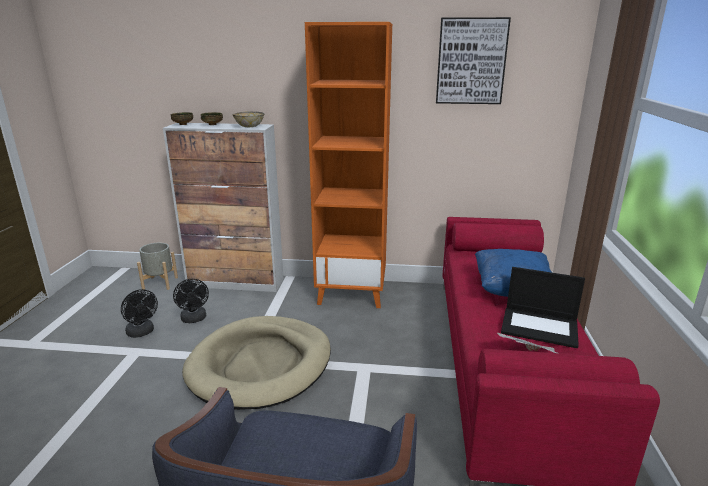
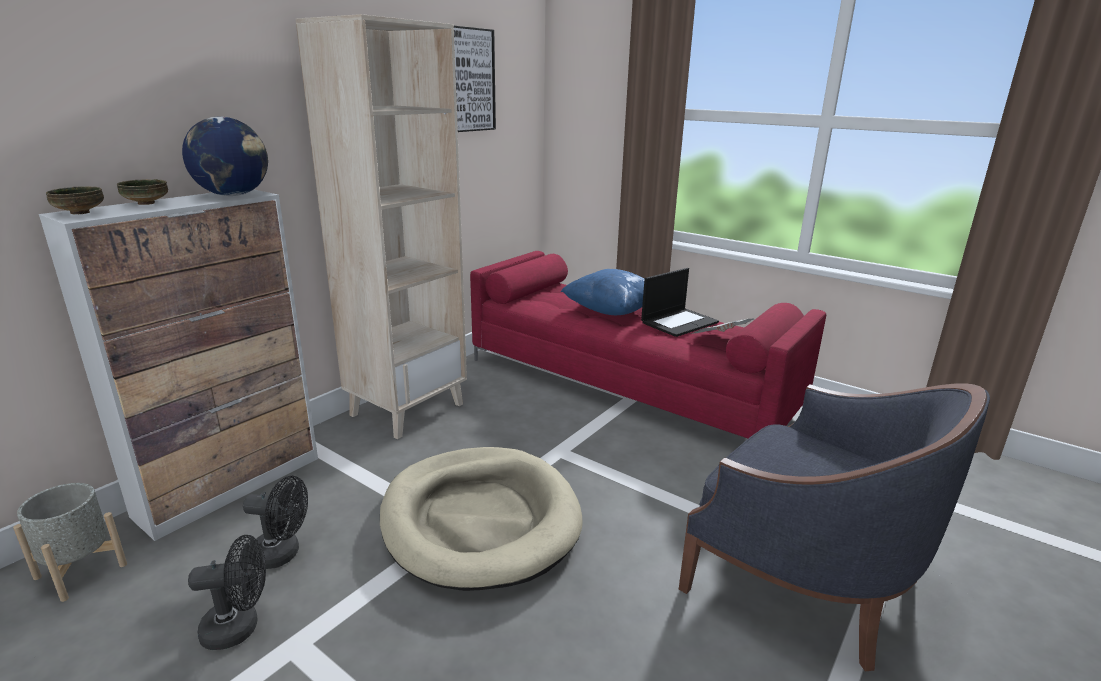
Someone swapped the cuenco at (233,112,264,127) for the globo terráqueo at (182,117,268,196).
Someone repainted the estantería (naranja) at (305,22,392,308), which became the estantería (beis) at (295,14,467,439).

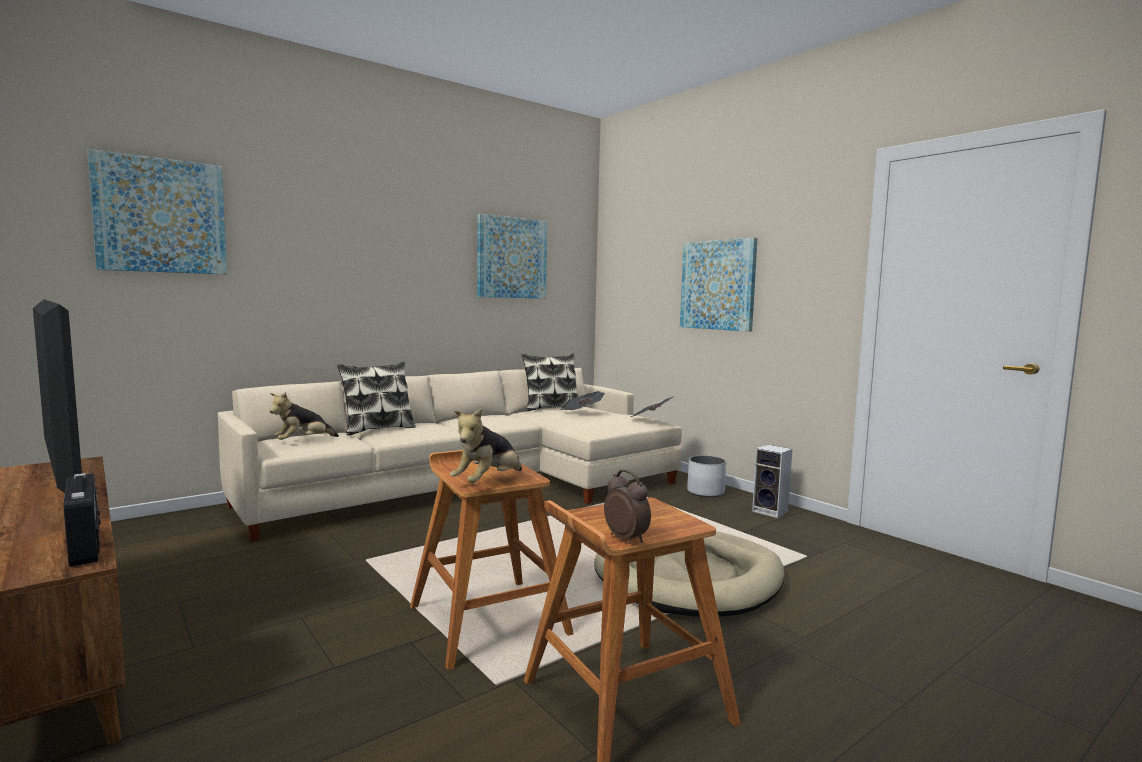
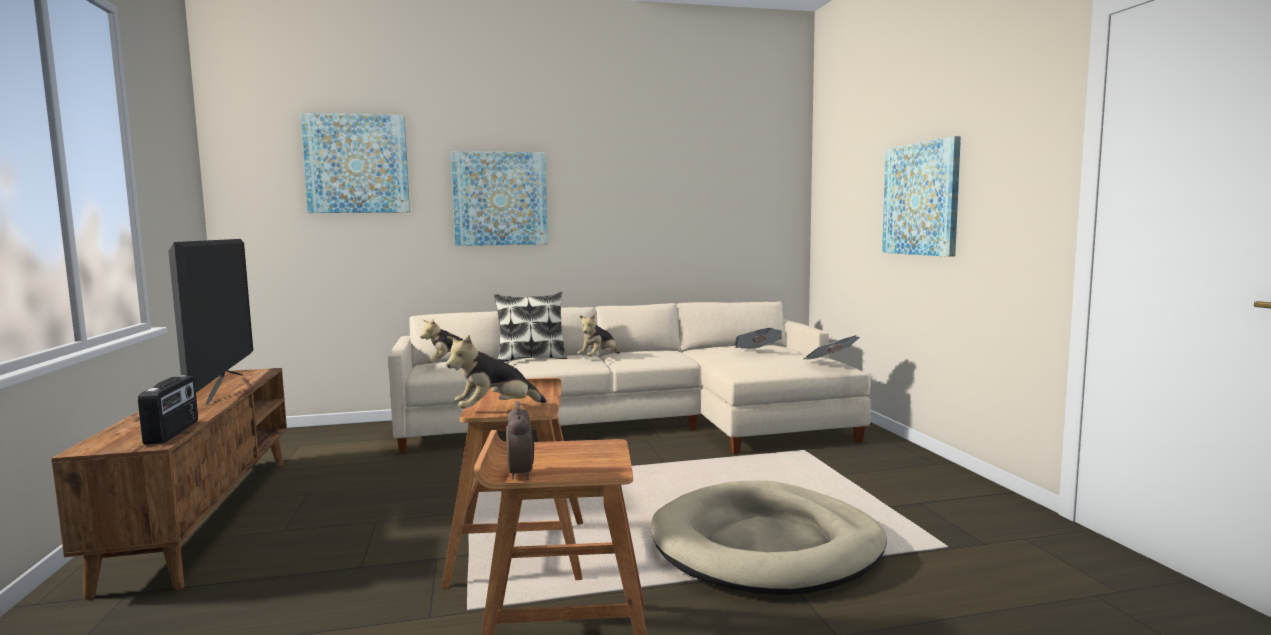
Someone carried the cuadro from (477,214,547,299) to (451,151,548,246).
Someone put down the peluche at (578,314,620,356).
Someone took away the cojín at (522,353,578,411).
Someone took away the maceta (blanco) at (687,456,726,497).
Someone took away the altavoz at (752,444,792,518).

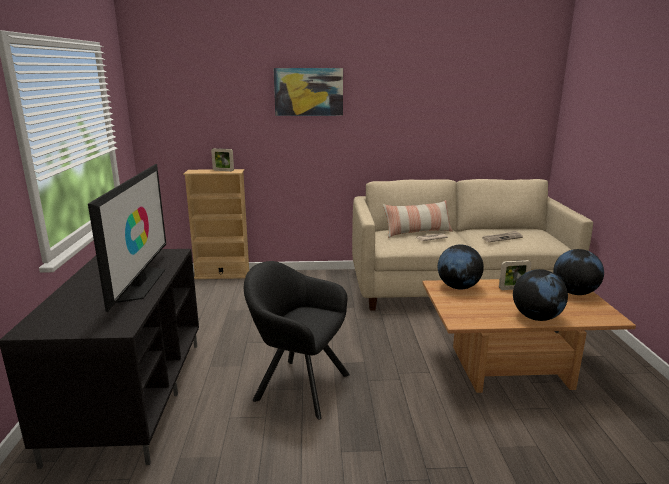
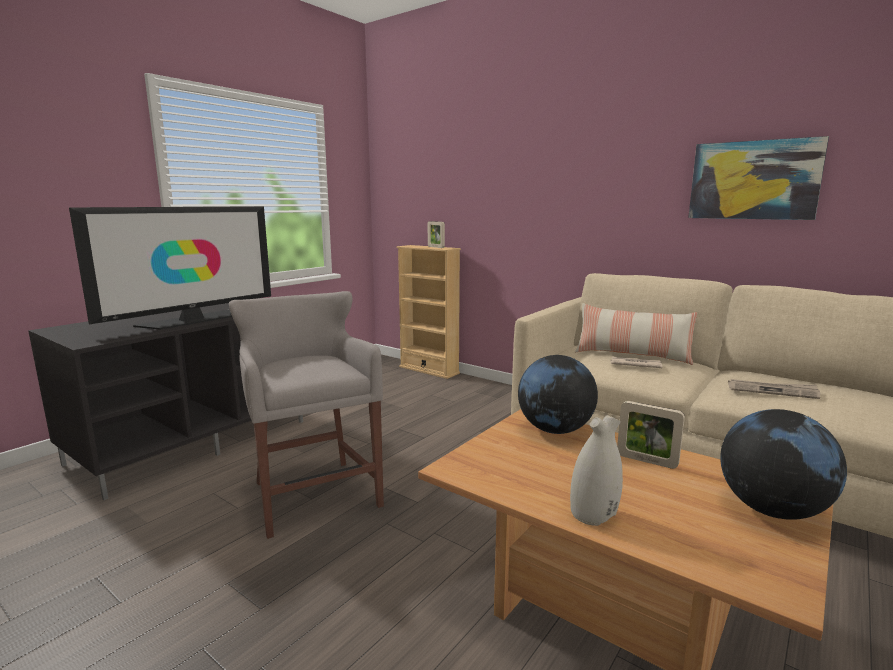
Someone swapped the sillón (negro) at (244,261,350,420) for the taburete (gris) at (229,291,384,539).
Someone swapped the globo terráqueo at (513,269,568,321) for the florero (blanco) at (570,415,623,526).
Someone carried the cuadro from (273,68,343,116) to (688,136,829,220).

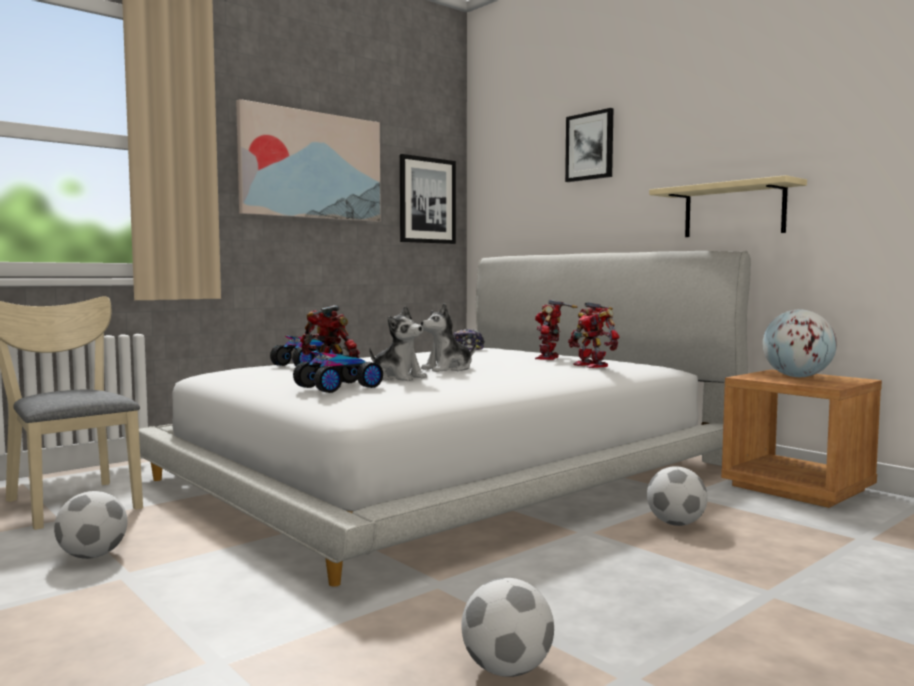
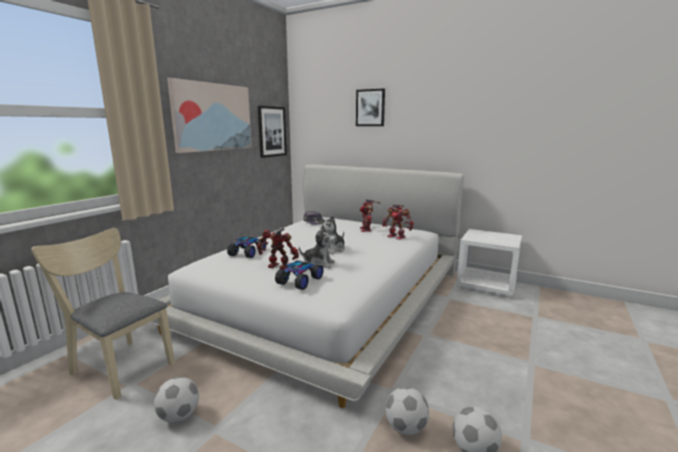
Someone carried the balón de fútbol from (647,466,708,526) to (385,387,429,435).
Someone repainted the mesita de noche (marrón) at (721,370,882,508), which became the mesita de noche (blanco) at (456,229,522,297).
Someone took away the estante (beis) at (649,175,807,237).
Someone took away the globo terráqueo at (763,309,837,377).

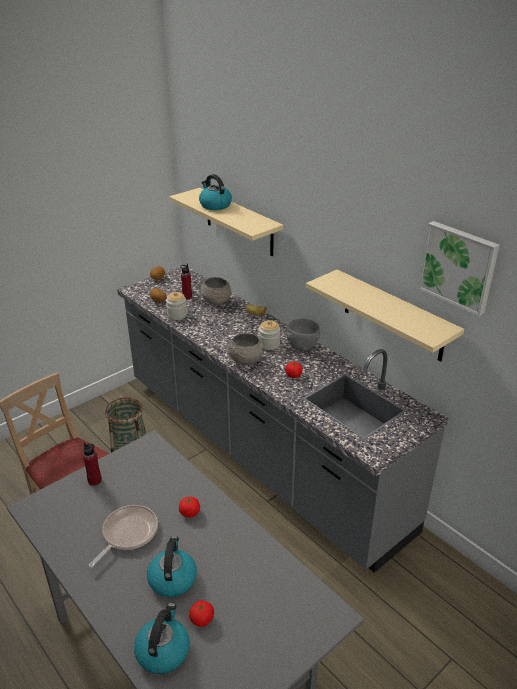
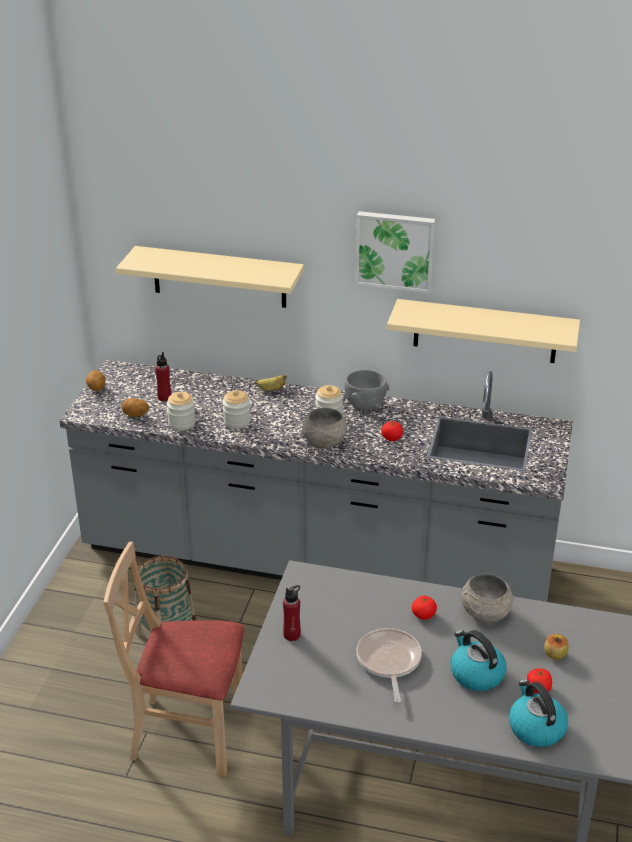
Someone put down the tarro at (222,390,251,429).
Someone carried the cuadro from (418,221,500,316) to (355,211,435,293).
Someone carried the cuenco (gris) from (201,277,231,305) to (461,574,514,623).
Someone put down the manzana at (544,634,569,660).
Someone took away the hervidor at (199,174,232,210).

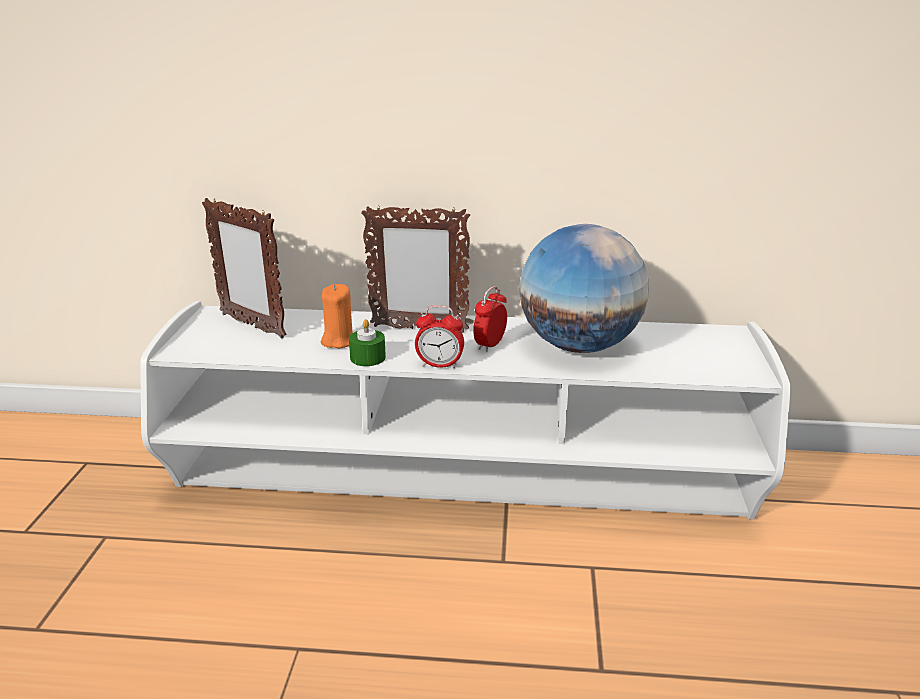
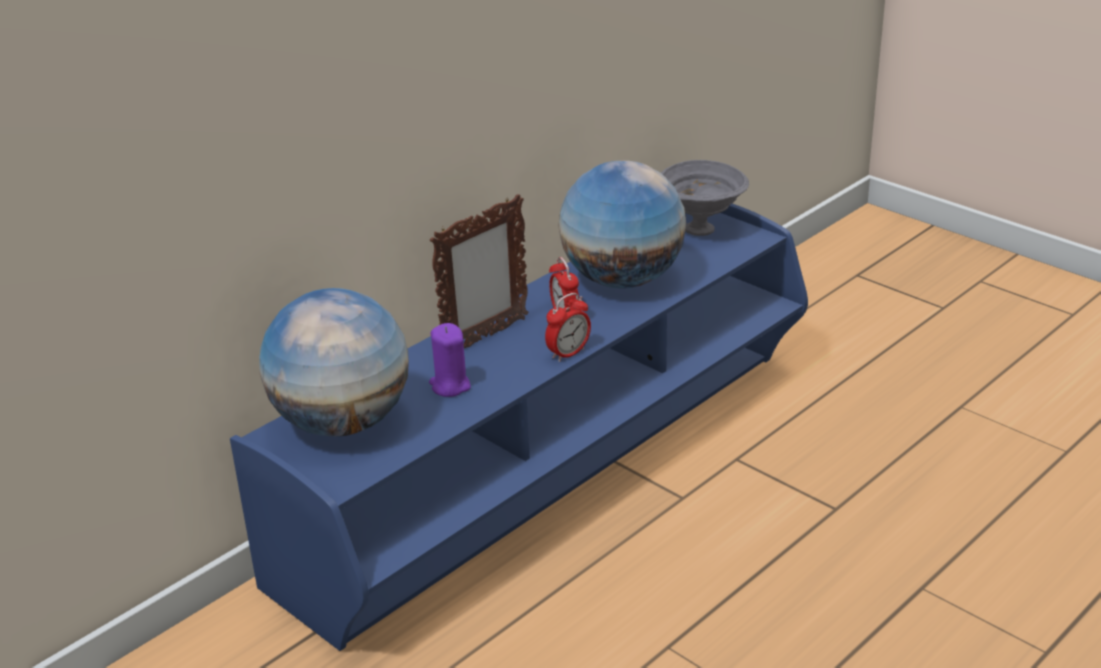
Someone repainted the mueble de televisión (blanco) at (140,301,791,520), which became the mueble de televisión (azul) at (230,204,808,651).
Someone swapped the portarretratos at (202,198,287,339) for the globo terráqueo at (259,288,409,437).
Someone repainted the vela (naranja) at (321,284,353,348), which became the vela (morado) at (429,323,471,397).
Someone put down the cuenco (gris) at (661,160,749,236).
Someone took away the vela (verde) at (349,319,386,366).

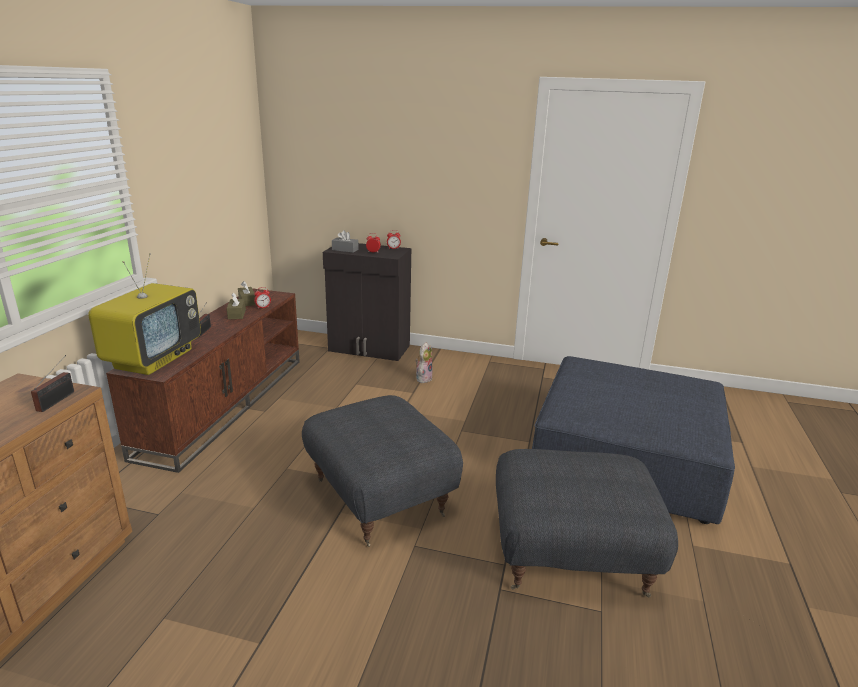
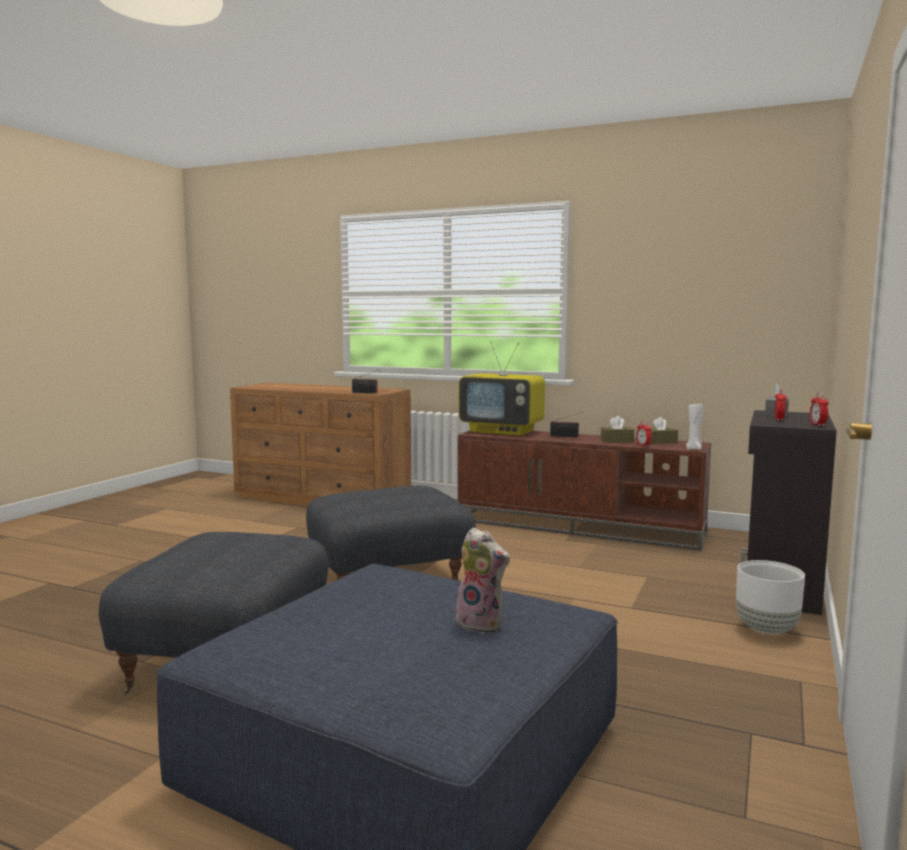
Someone carried the peluche from (416,342,433,383) to (456,527,510,634).
Someone put down the vela (blanco) at (686,404,703,450).
Someone put down the maceta (blanco) at (736,560,805,634).

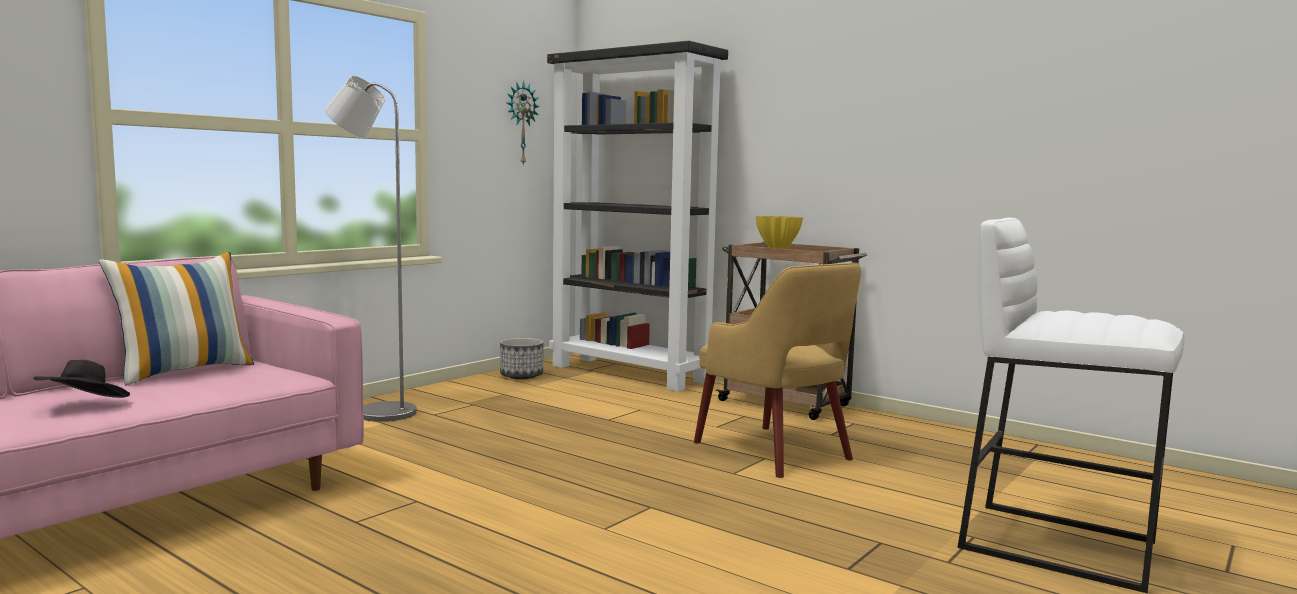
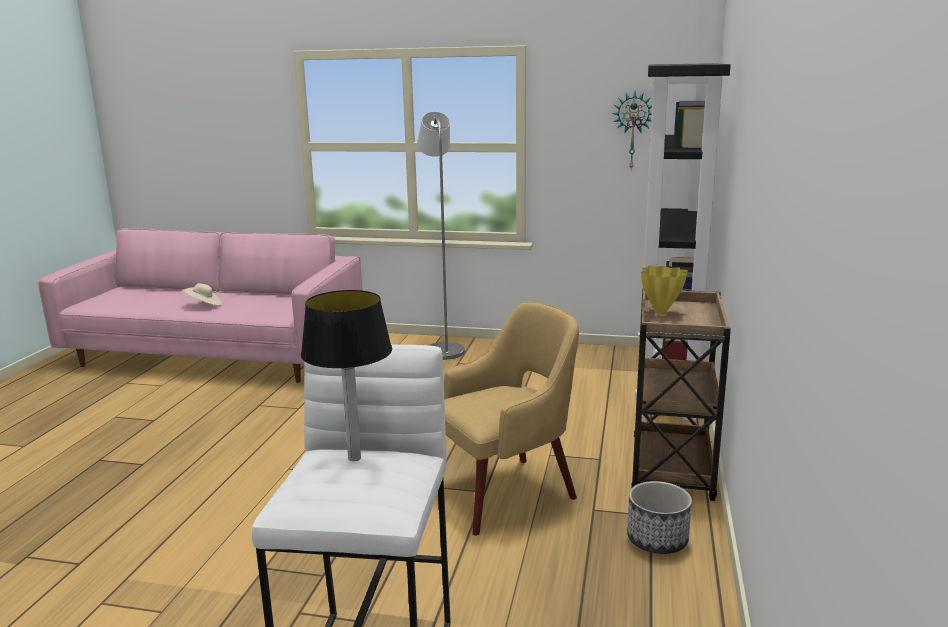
Someone repainted the sombrero (negro) at (33,360,130,398), which became the sombrero (beis) at (182,283,222,306).
Someone put down the lámpara de mesa at (301,290,392,461).
Someone rotated the sillón (amarillo) at (694,263,861,478) by 150 degrees counterclockwise.
Someone carried the maceta from (500,338,543,379) to (627,481,692,554).
Someone took away the cojín at (99,252,254,386).

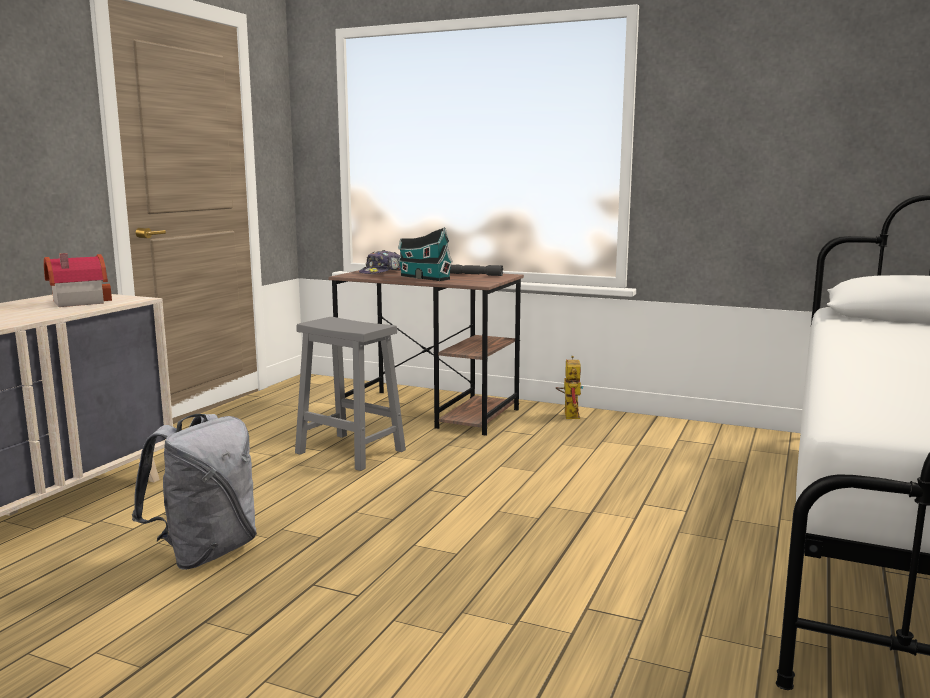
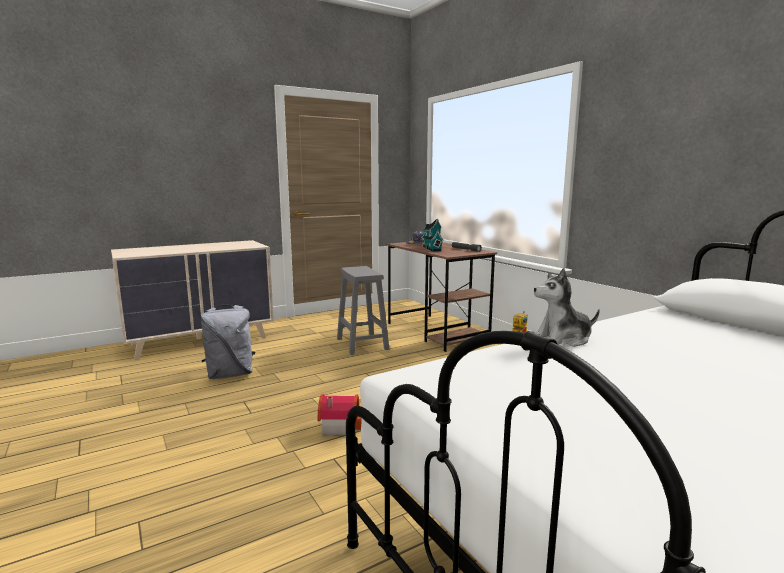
Someone carried the casita from (44,253,112,307) to (318,394,362,435).
Someone put down the peluche at (533,268,600,347).

